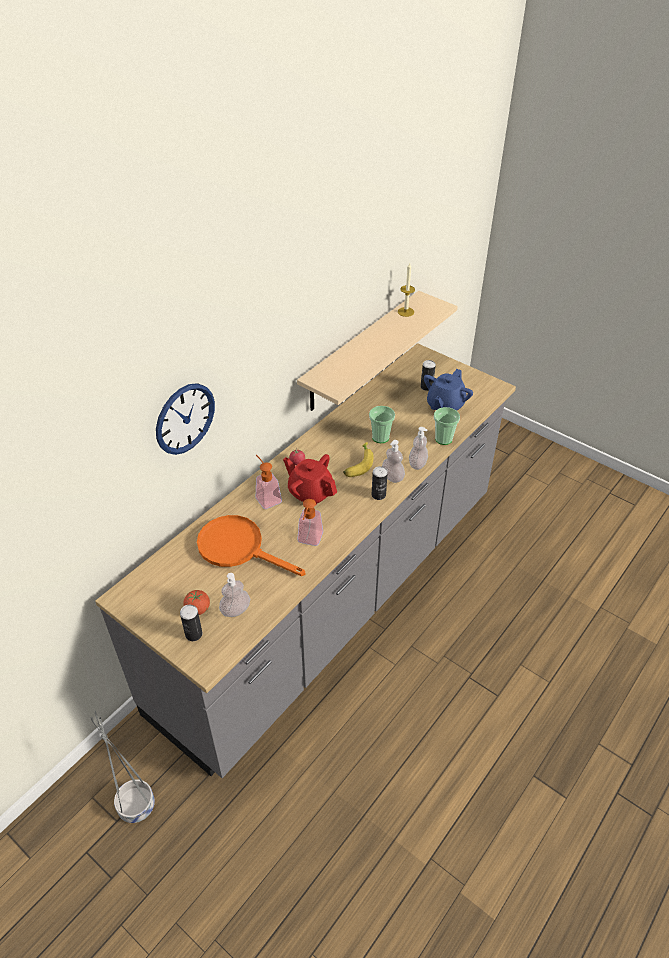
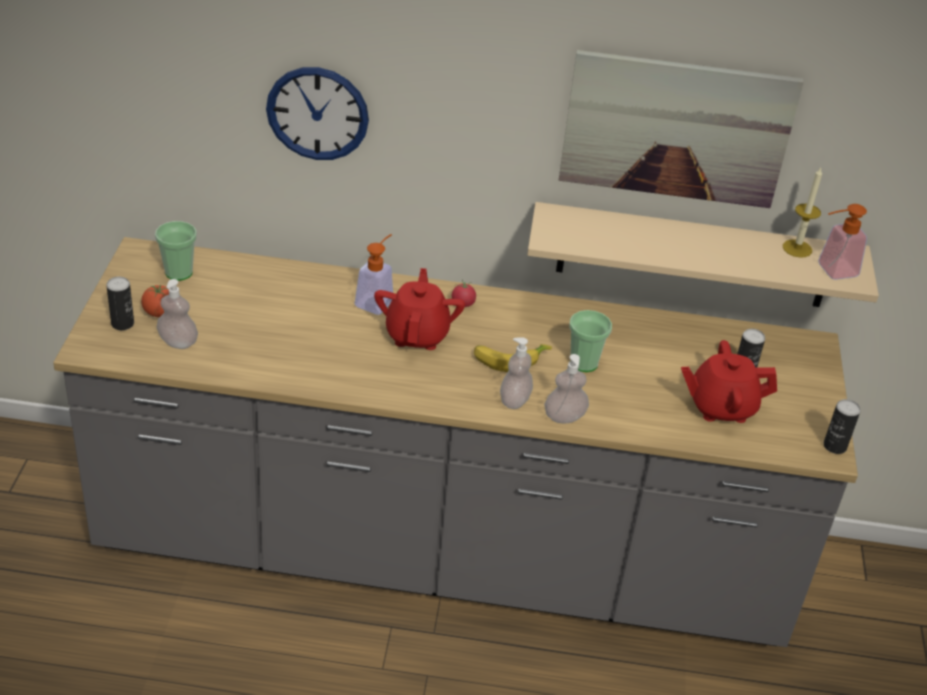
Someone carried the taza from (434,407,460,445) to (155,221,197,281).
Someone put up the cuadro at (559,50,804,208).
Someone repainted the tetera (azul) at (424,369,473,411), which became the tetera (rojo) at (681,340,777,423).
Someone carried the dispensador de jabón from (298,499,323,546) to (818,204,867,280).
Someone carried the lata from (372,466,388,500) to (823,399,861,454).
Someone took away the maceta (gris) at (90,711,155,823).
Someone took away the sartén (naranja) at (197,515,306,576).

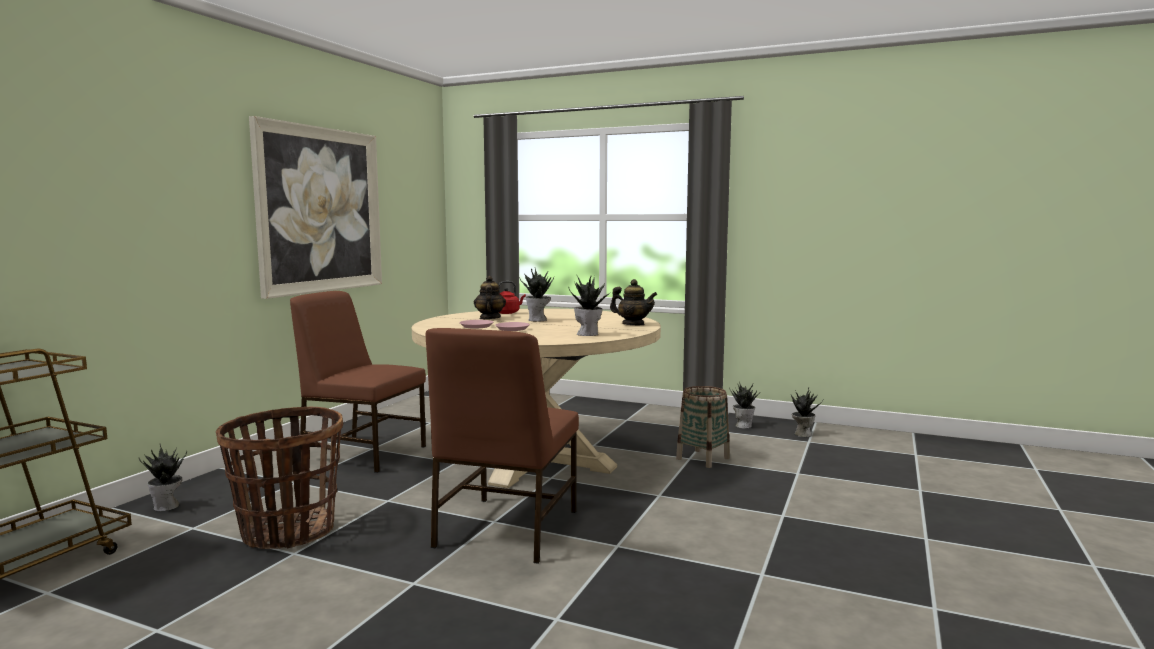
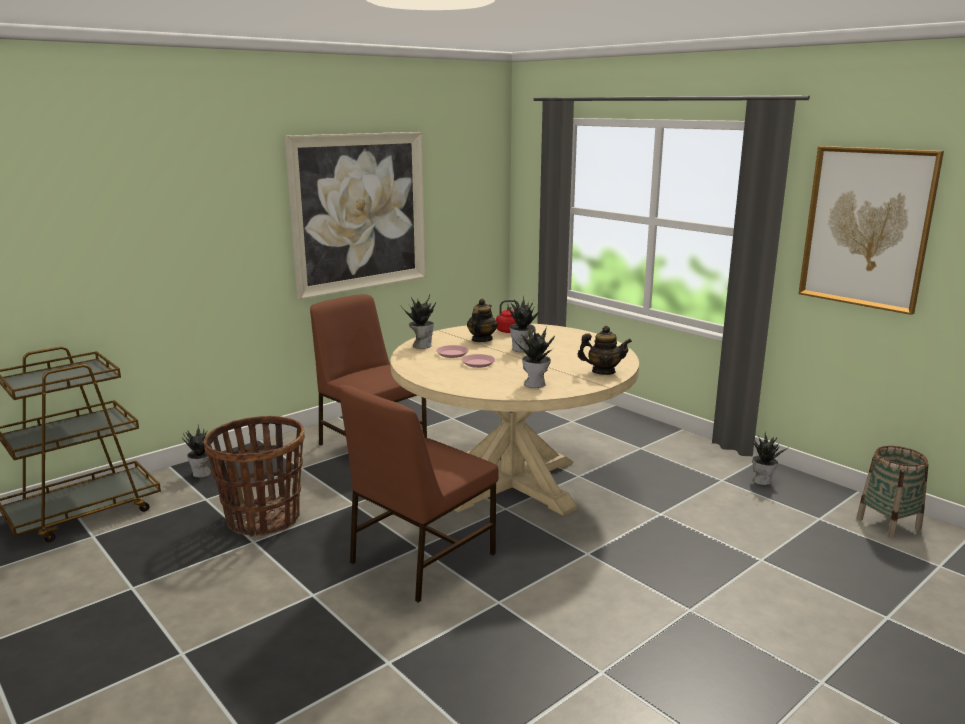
Someone carried the planta en maceta from (791,387,823,437) to (401,294,436,349).
Someone rotated the tetera at (610,279,657,325) by 45 degrees counterclockwise.
Someone put up the cuadro at (798,146,944,315).
Someone carried the cesta from (676,386,730,468) to (856,446,929,538).

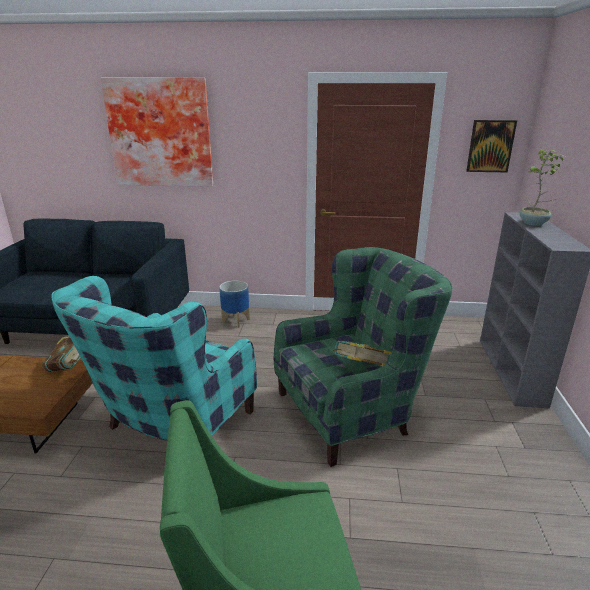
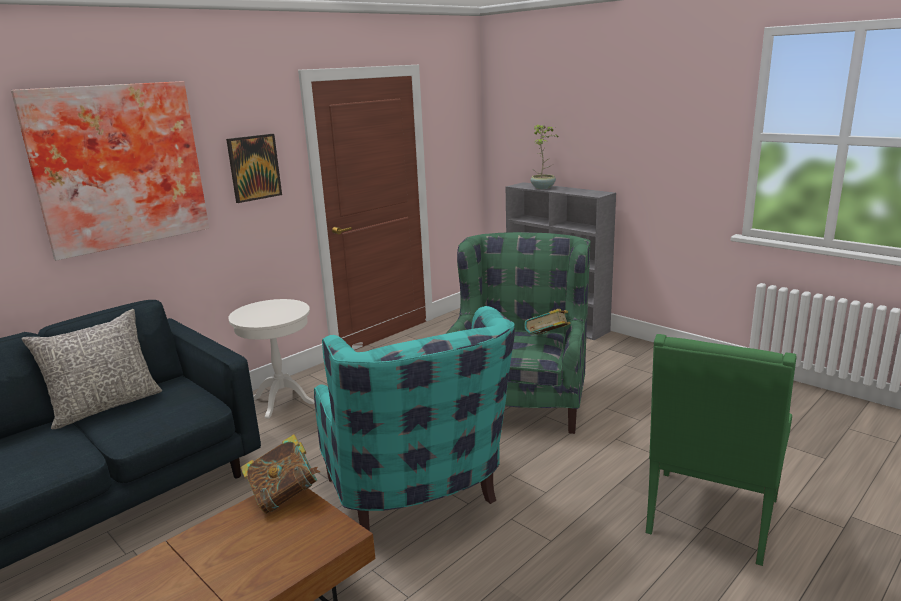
Someone put down the cojín (gris) at (22,309,162,429).
Someone carried the cuadro from (466,120,517,172) to (226,134,282,203).
Someone swapped the maceta at (219,281,250,328) for the mesa auxiliar (blanco) at (228,299,315,419).

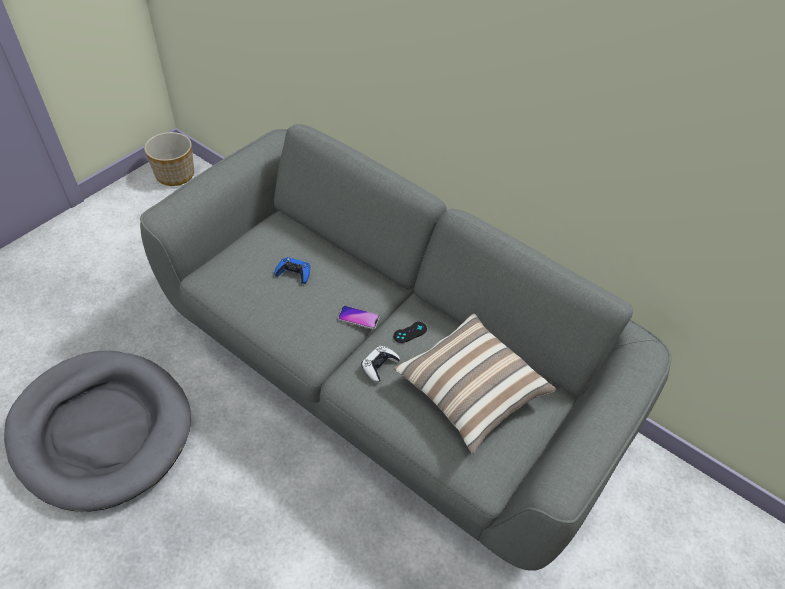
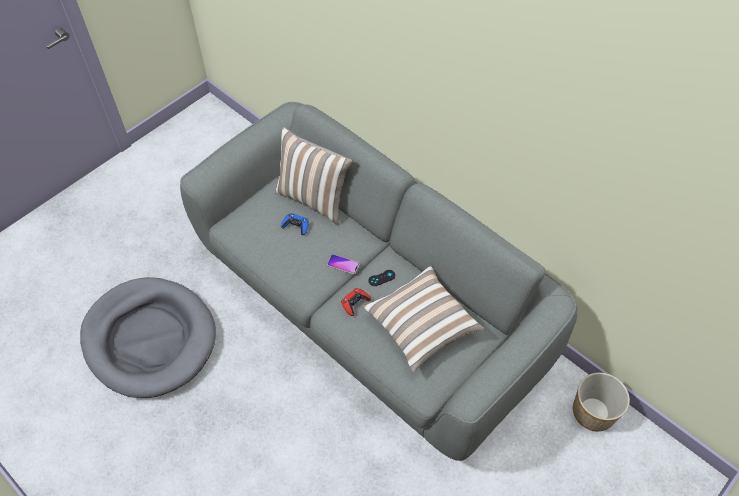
Someone put down the cojín at (275,127,352,225).
Someone repainted the mando de consola (blanco) at (361,346,400,382), which became the mando de consola (rojo) at (341,288,371,316).
Someone carried the maceta from (144,132,194,186) to (573,373,630,431).

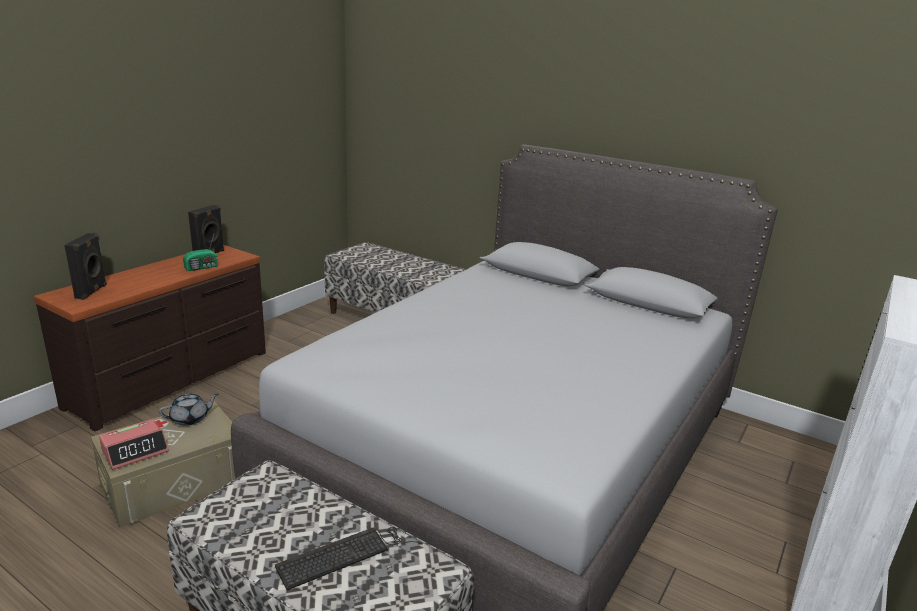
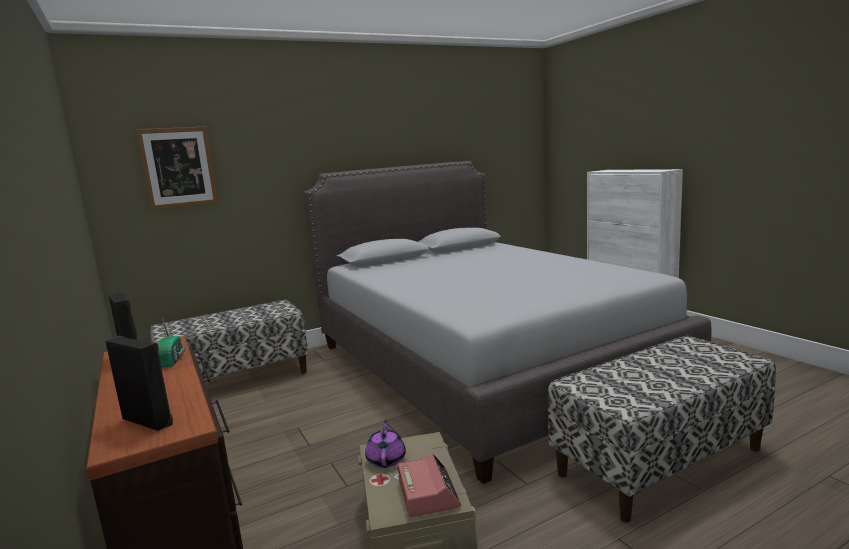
Someone put up the cuadro at (136,127,218,210).
Someone repainted the tetera (gris) at (159,394,218,426), which became the tetera (morado) at (365,420,406,468).
Someone took away the teclado at (275,527,423,590).

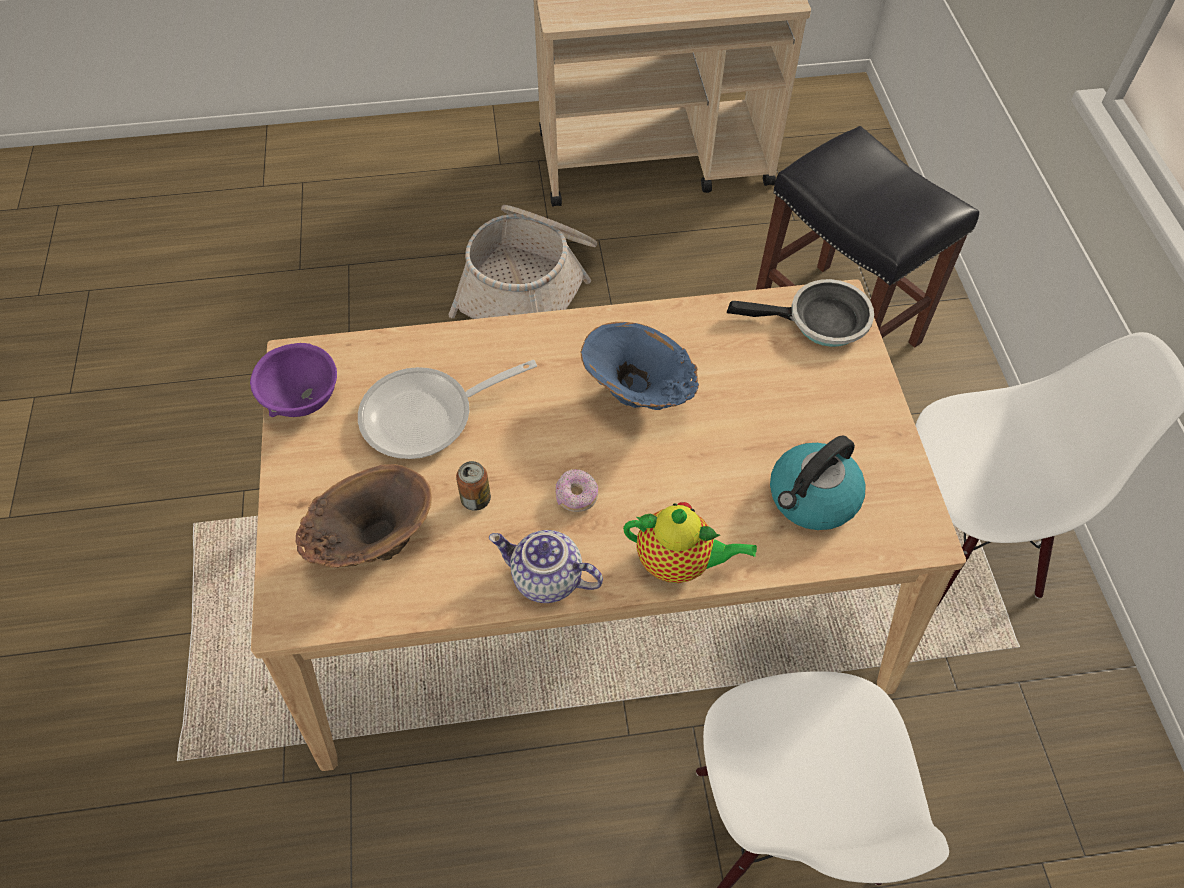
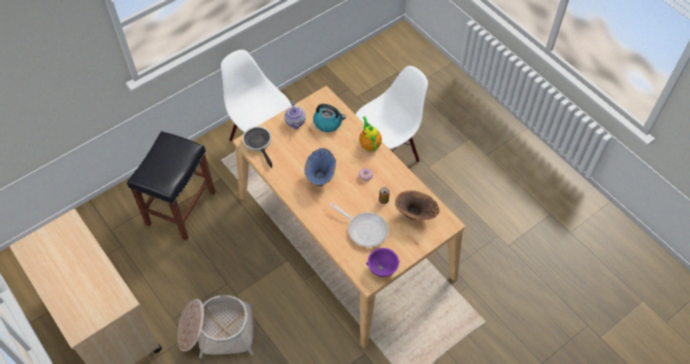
Someone carried the tetera from (489,530,603,603) to (285,100,306,129).

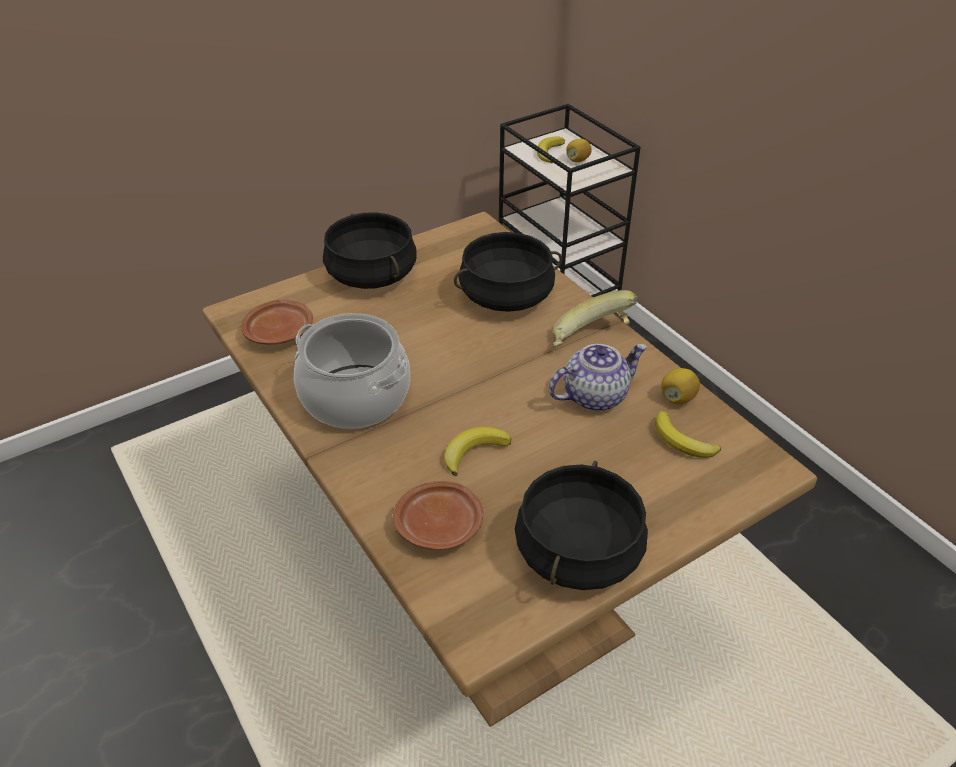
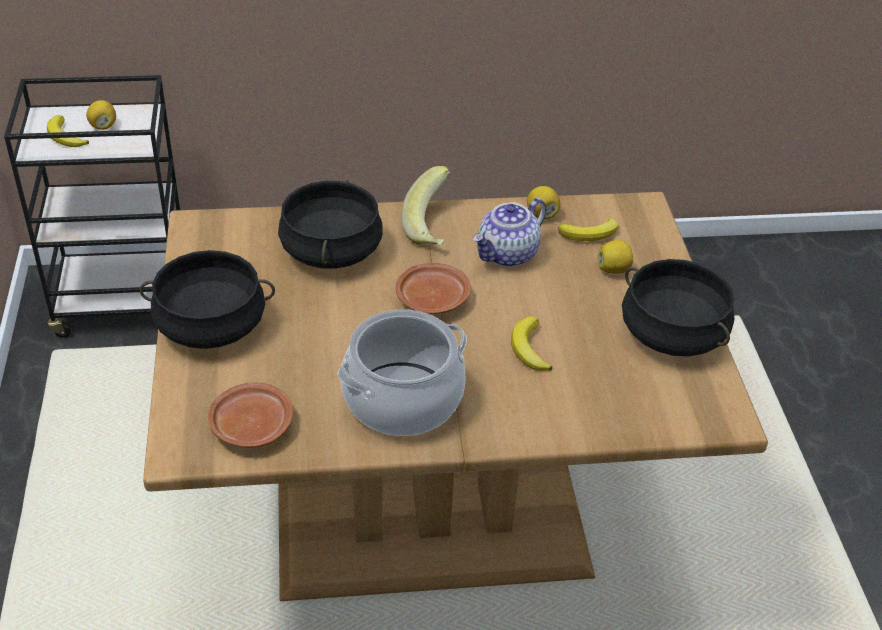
Someone carried the plato (marrón) from (393,481,483,550) to (396,263,471,314).
Someone rotated the tetera at (549,343,647,411) by 135 degrees counterclockwise.
Someone put down the limón at (597,240,633,274).

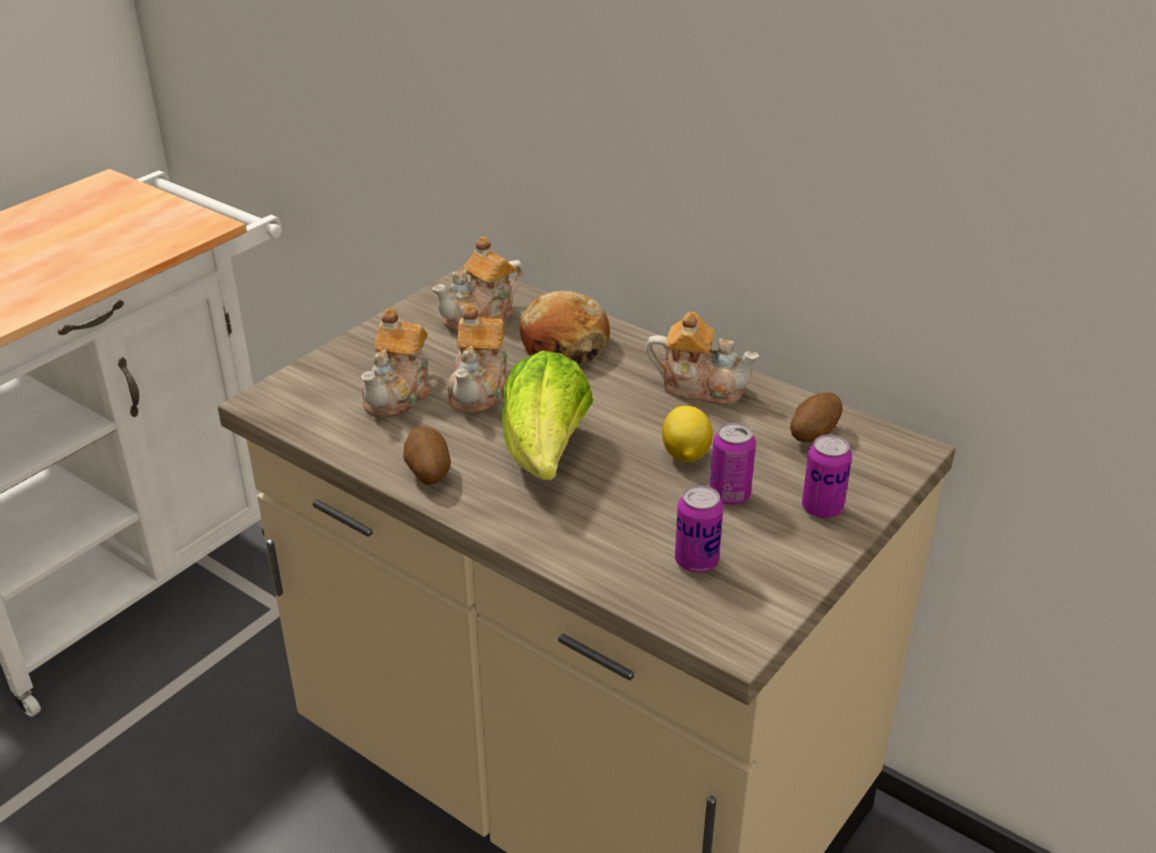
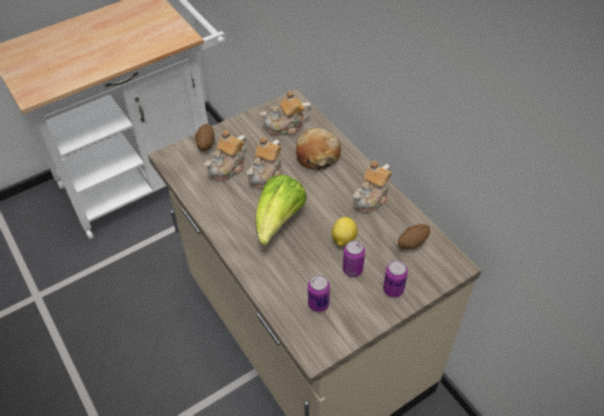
Someone carried the patata from (403,426,451,485) to (195,124,215,151).
Someone rotated the tetera at (646,312,760,405) by 90 degrees clockwise.

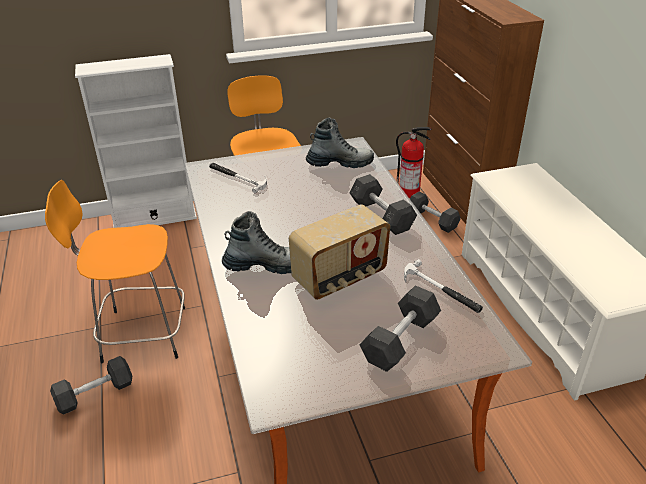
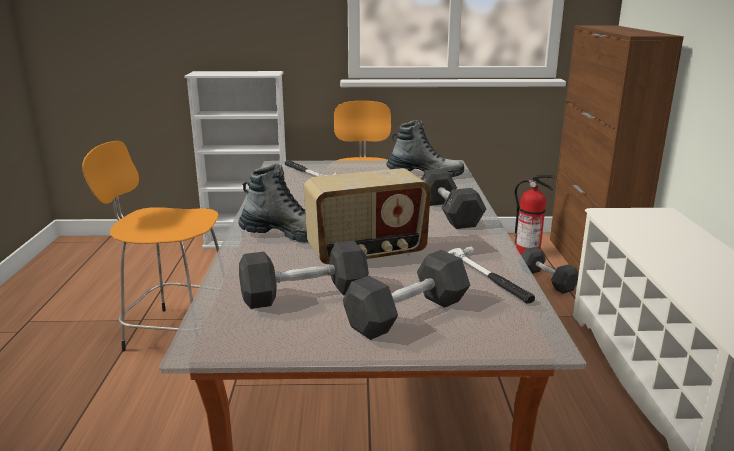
Someone carried the mancuerna (gris) from (50,356,132,415) to (239,240,369,309).

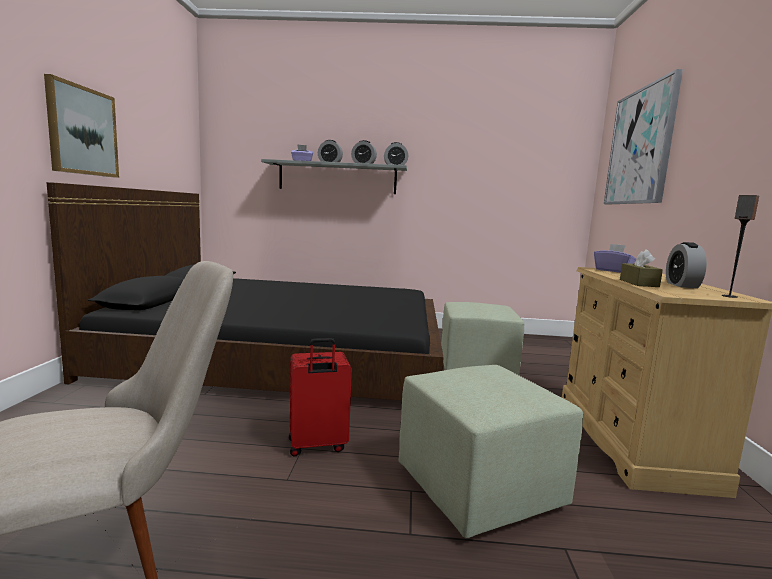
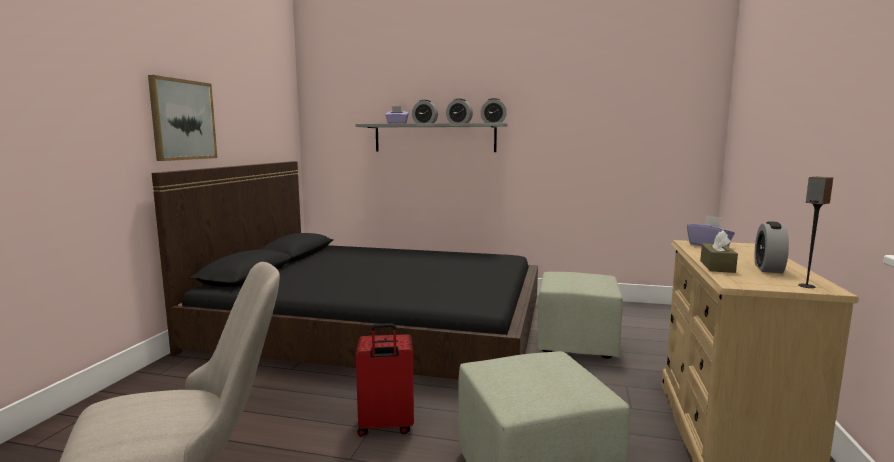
Someone took away the cuadro at (604,69,683,204).

